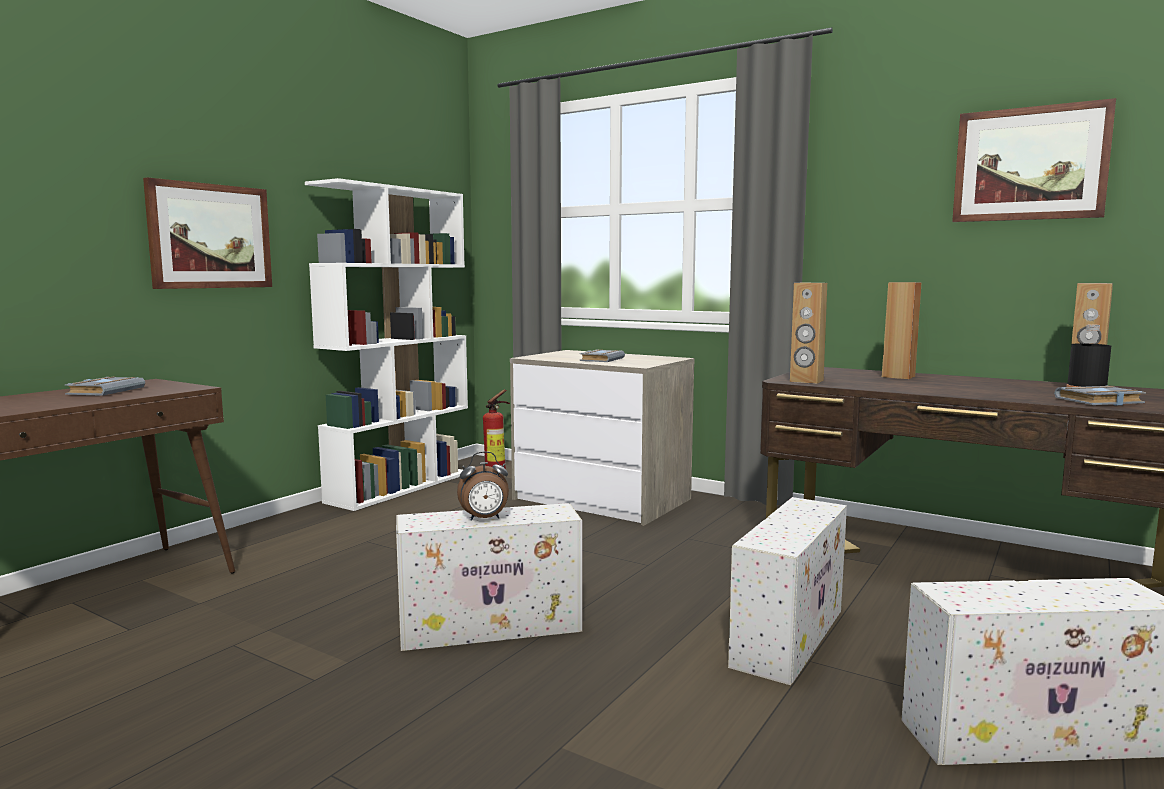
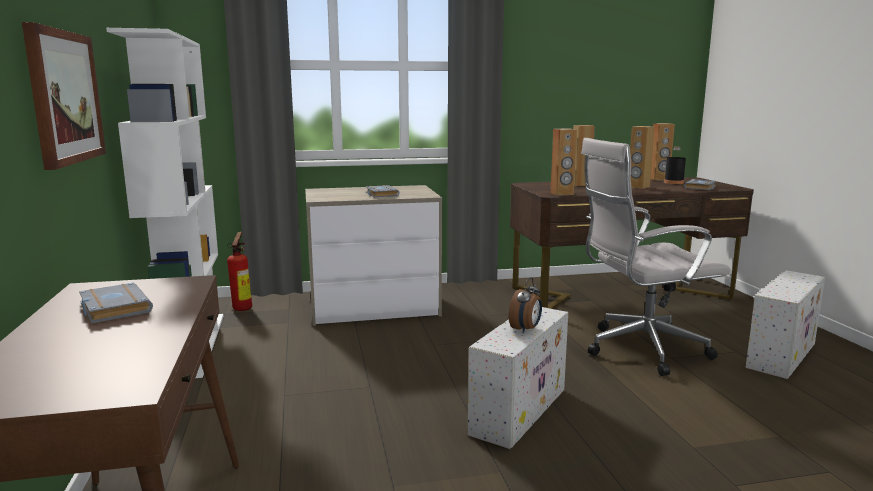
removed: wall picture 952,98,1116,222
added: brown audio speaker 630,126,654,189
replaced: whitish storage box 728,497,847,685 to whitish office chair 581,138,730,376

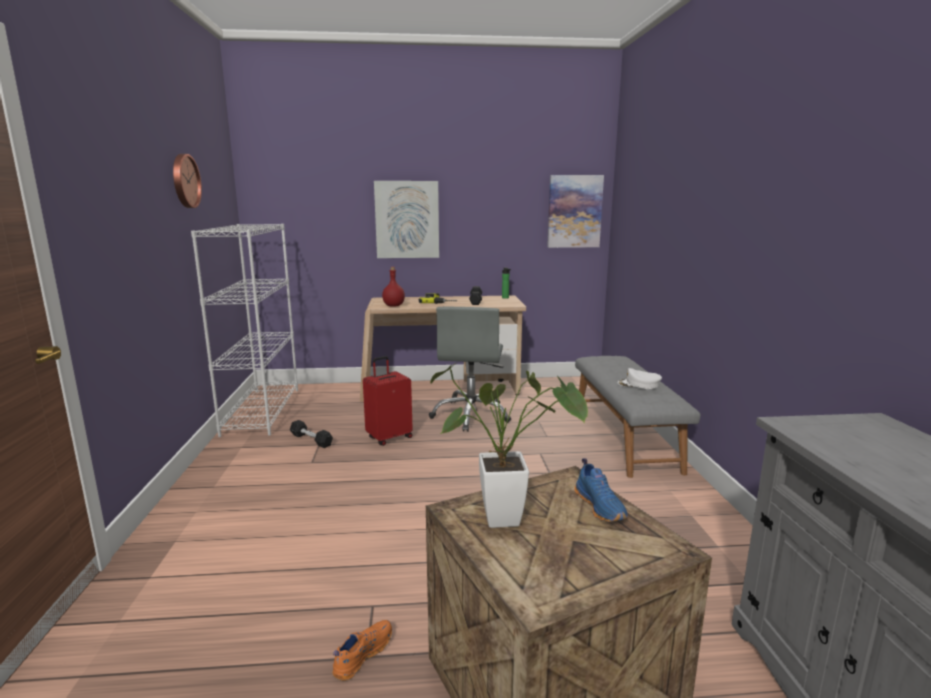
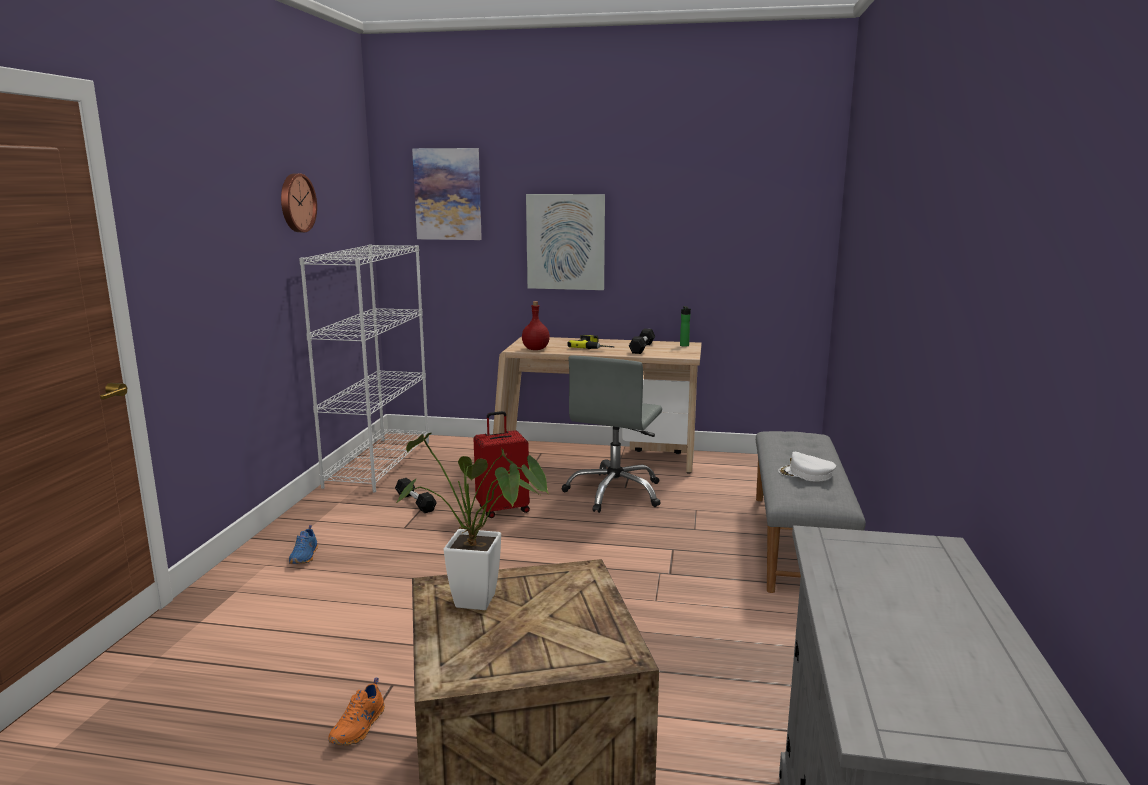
moved: wall picture 547,175,604,248 to 412,148,482,240; blue-coloured low shoe 574,458,628,522 to 289,525,318,564
turned: orange low shoe 332,620,392,681 = 328,677,385,746 150 degrees clockwise

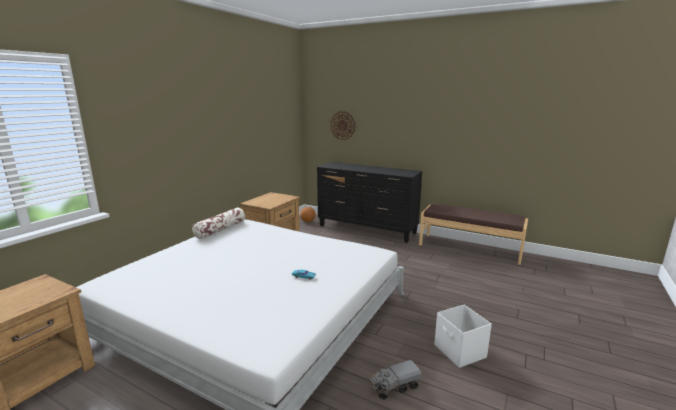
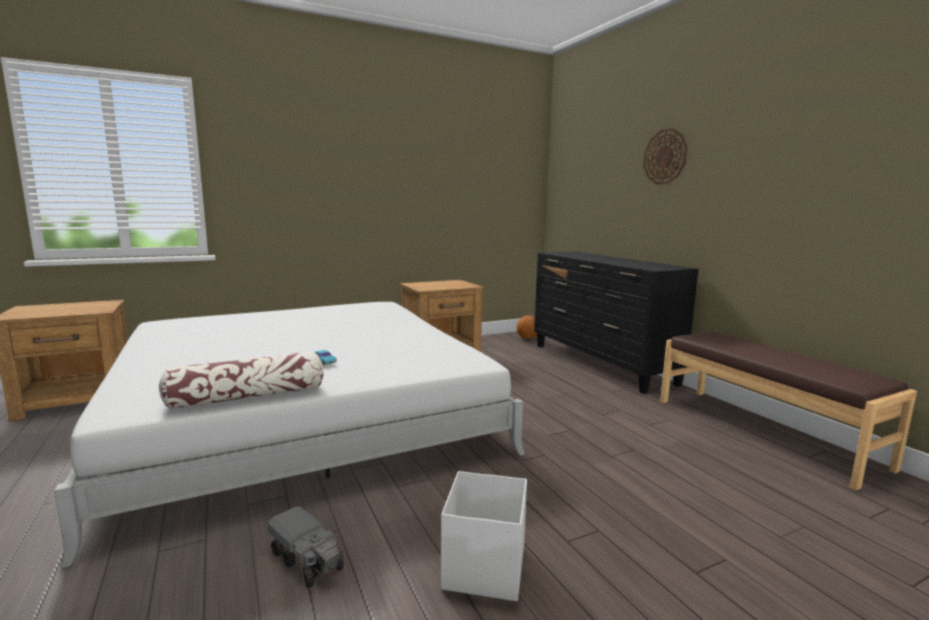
moved: throw pillow 192,208,245,239 to 159,351,324,409; clock on the wall 330,111,355,140 to 643,128,687,185
turned: toy truck 369,360,422,400 = 267,507,344,588 150 degrees counterclockwise

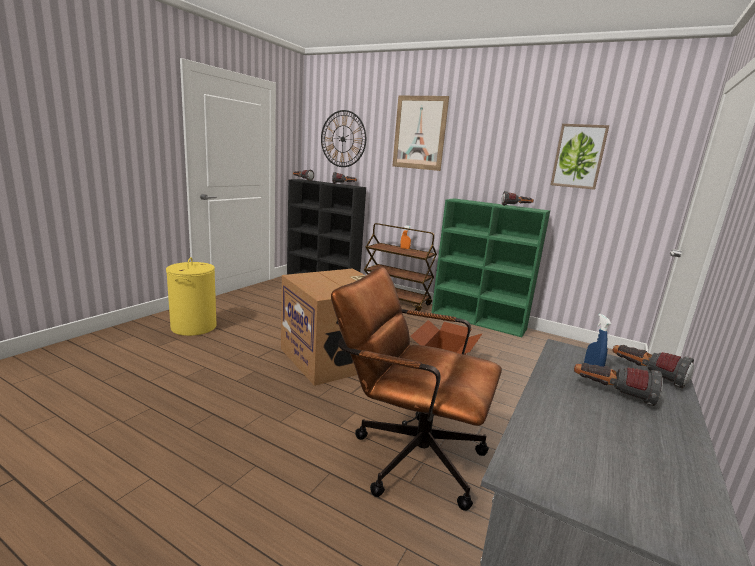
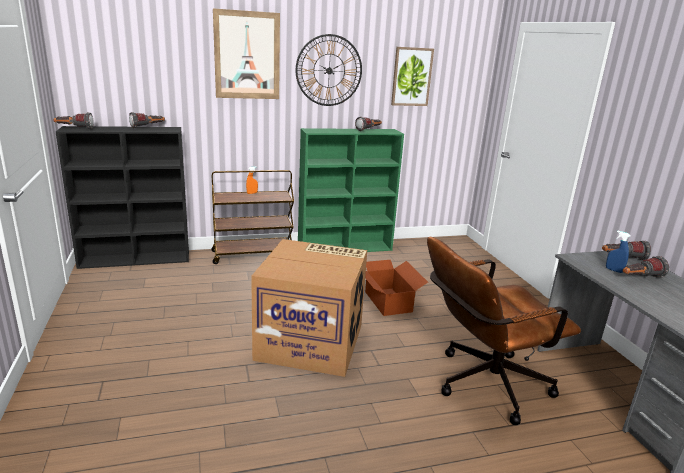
removed: yellow washing basket 166,257,217,336
moved: clock on the wall 321,110,366,167 to 296,34,362,106

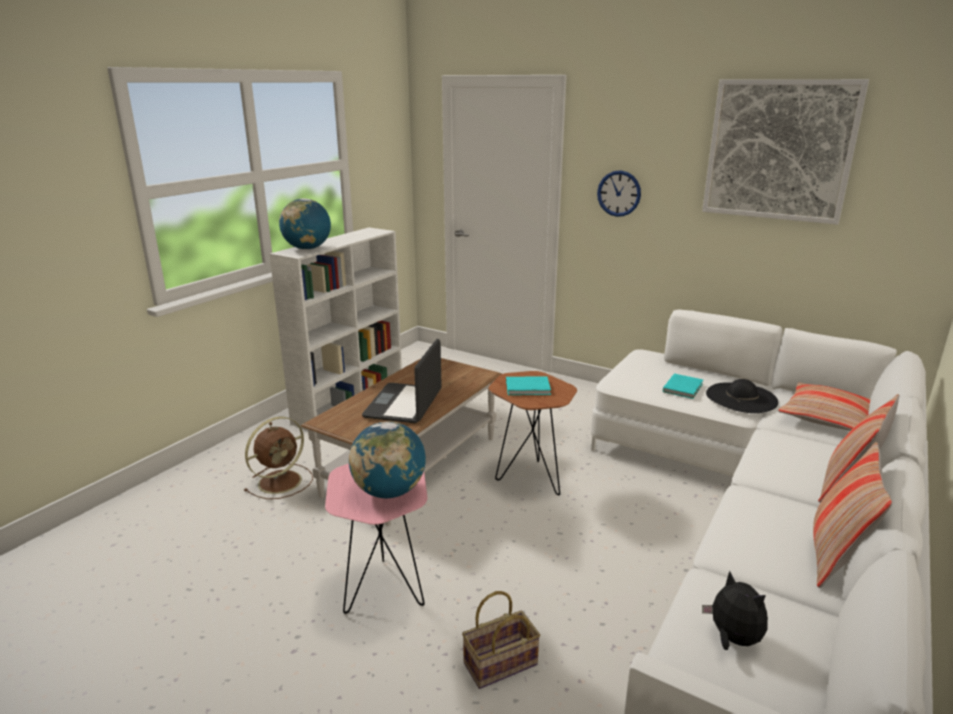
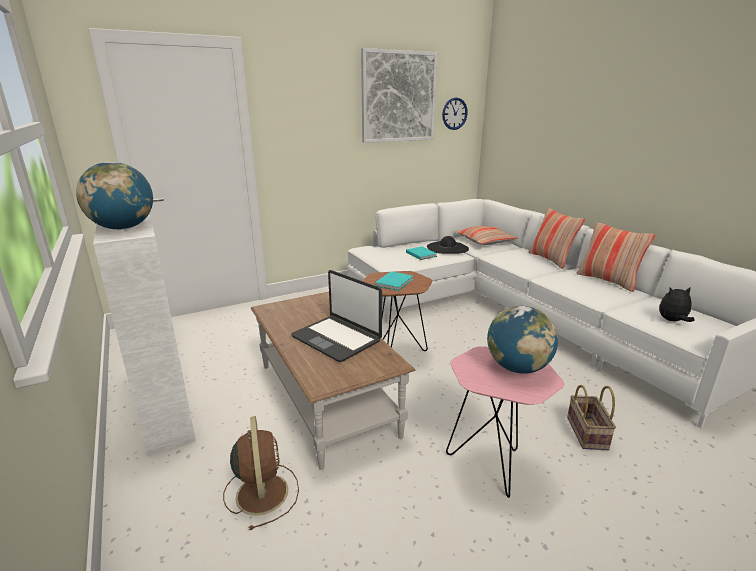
moved: clock on the wall 597,170,641,217 to 442,97,468,130

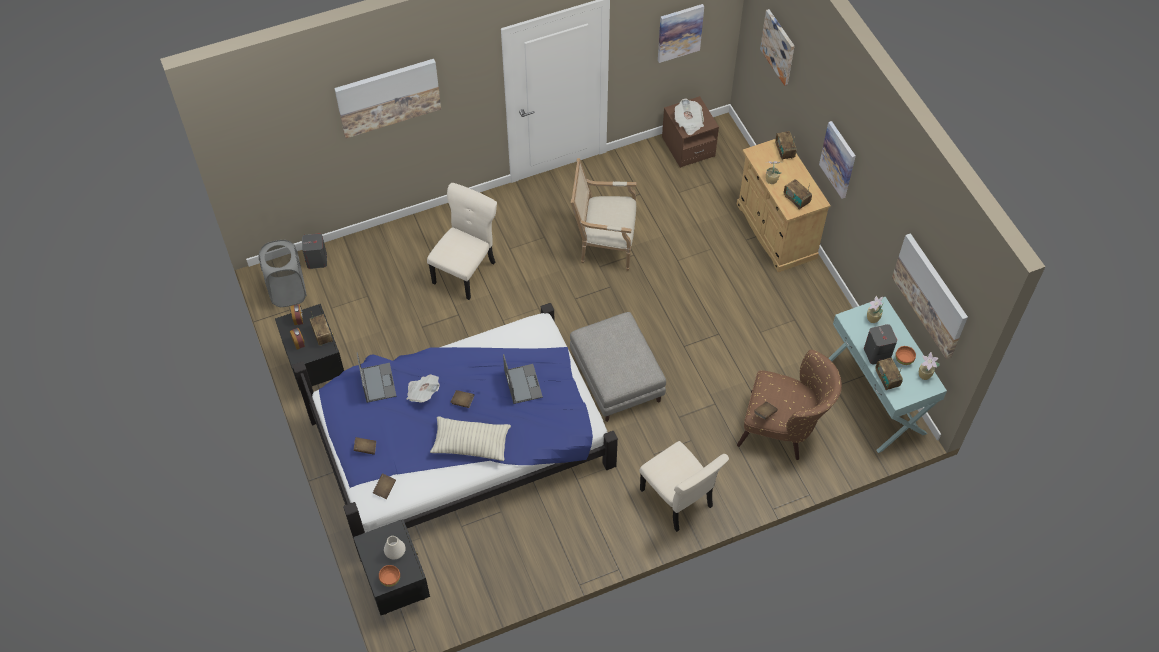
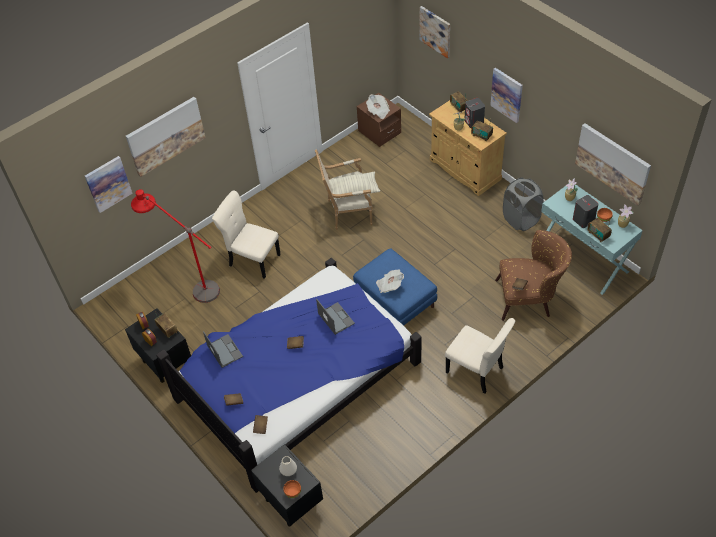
added: red-coloured standard lamp 131,189,220,303
moved: grey washing basket 258,240,307,307 to 503,178,544,231; grey audio speaker 302,233,327,269 to 464,98,485,128; newspaper 406,374,440,403 to 376,269,404,293; throw pillow 430,416,511,461 to 329,172,380,200; wall picture 658,4,704,63 to 85,156,133,213
recoloured: grey footrest 570,312,666,422 to blue-coloured footrest 353,248,437,326
turned: beige-coloured upright chair 427,183,497,300 = 212,190,281,279 75 degrees counterclockwise

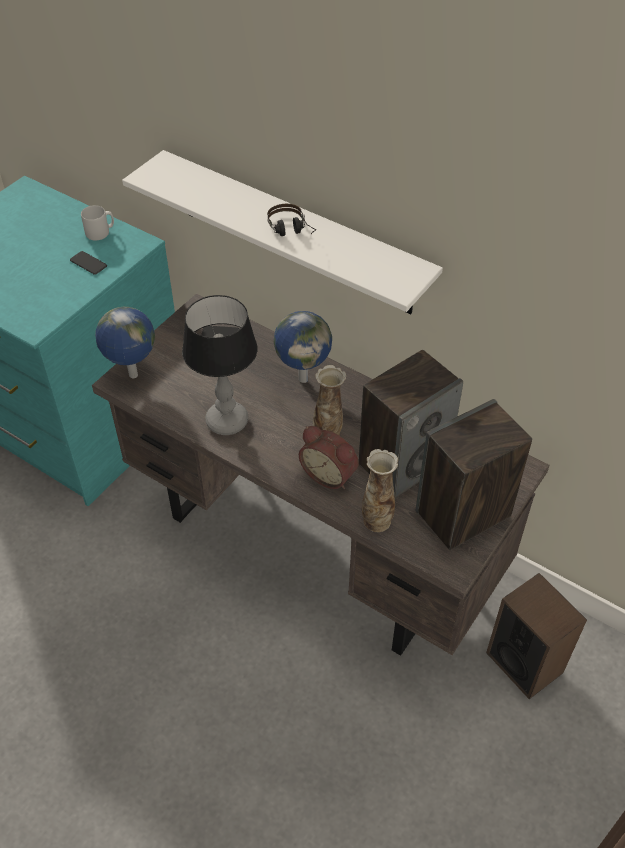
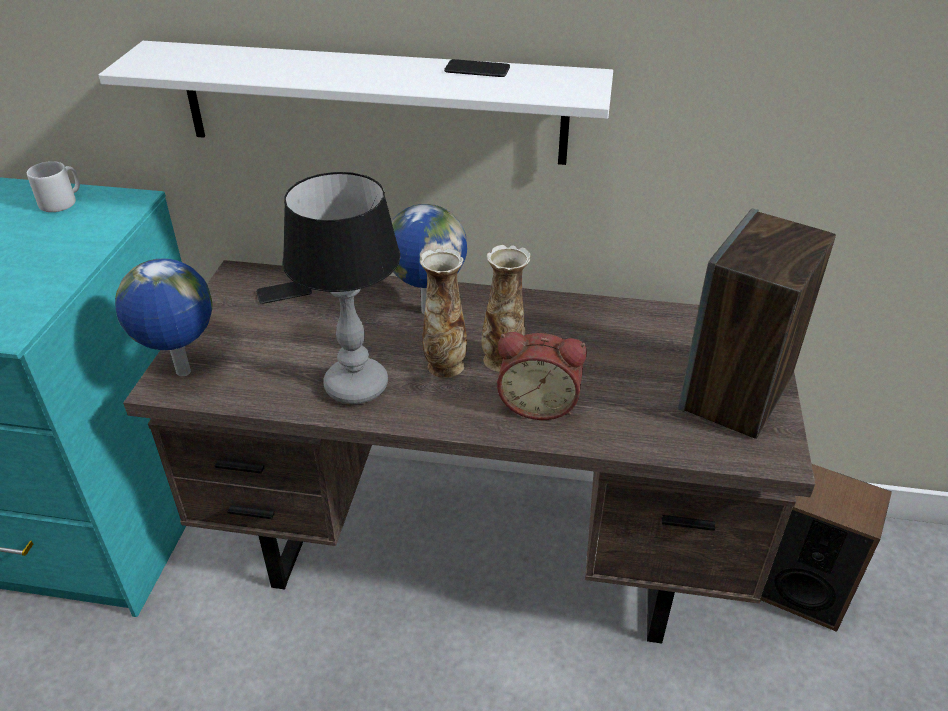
removed: headphones 267,204,316,236; audio speaker 359,350,463,498
moved: phone 70,251,107,275 to 444,59,510,77; decorative vase 362,449,398,532 to 420,249,467,378

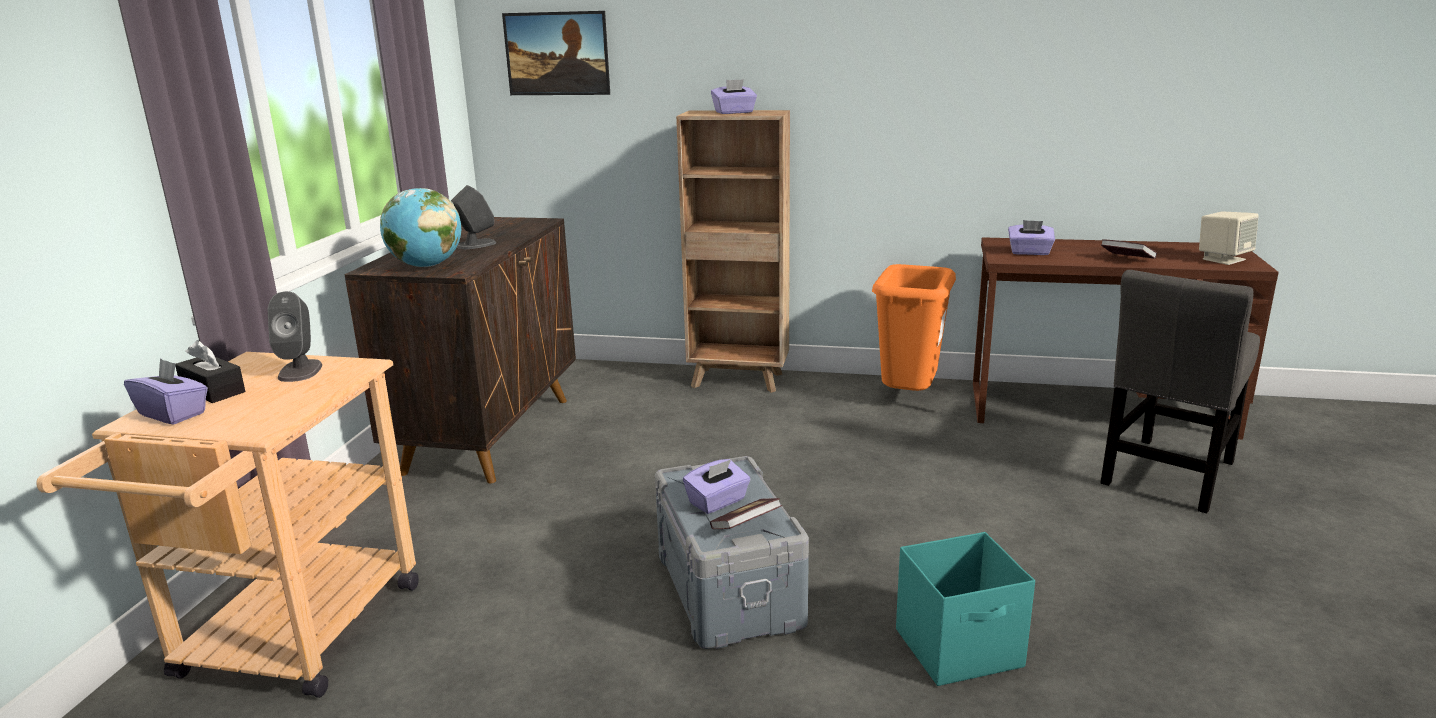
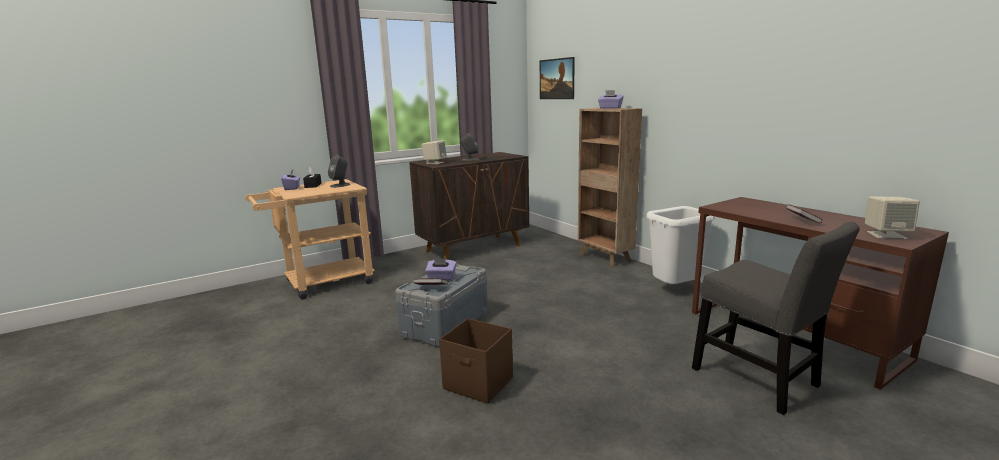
removed: purplish box of tissues 1008,220,1055,255
replaced: globe 380,188,461,267 to beige-coloured audio speaker 422,140,447,164
recoloured: orange trash can 872,264,956,391 to whitish trash can 646,206,715,284; turquoise storage box 896,532,1035,686 to brown storage box 439,318,513,404
turned: grey upright chair 1100,270,1260,513 = 692,222,860,415 120 degrees counterclockwise

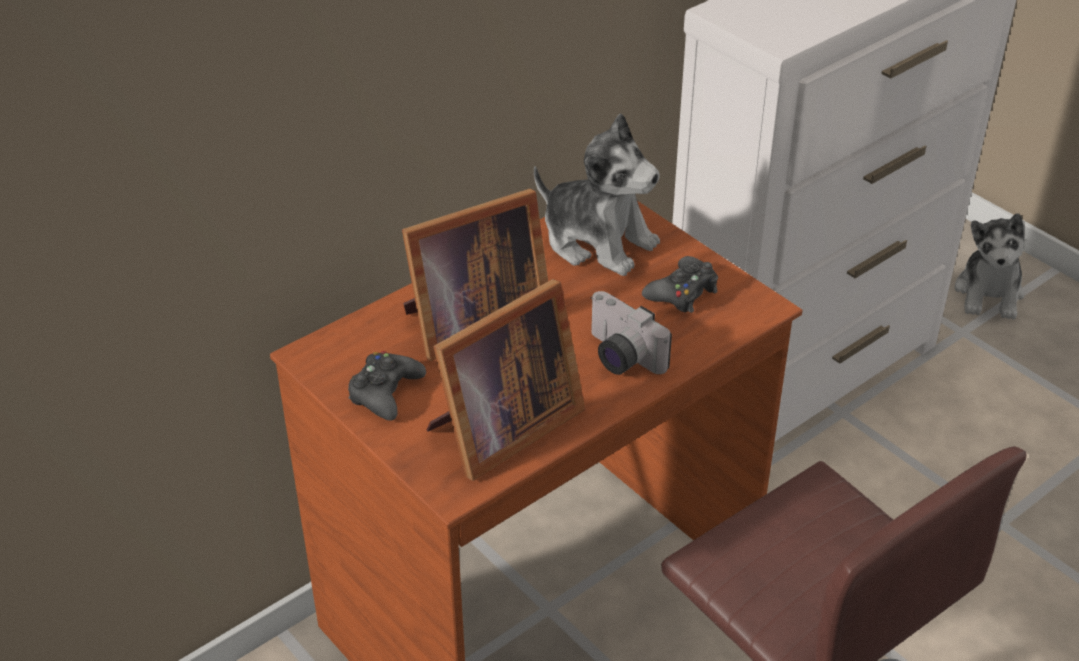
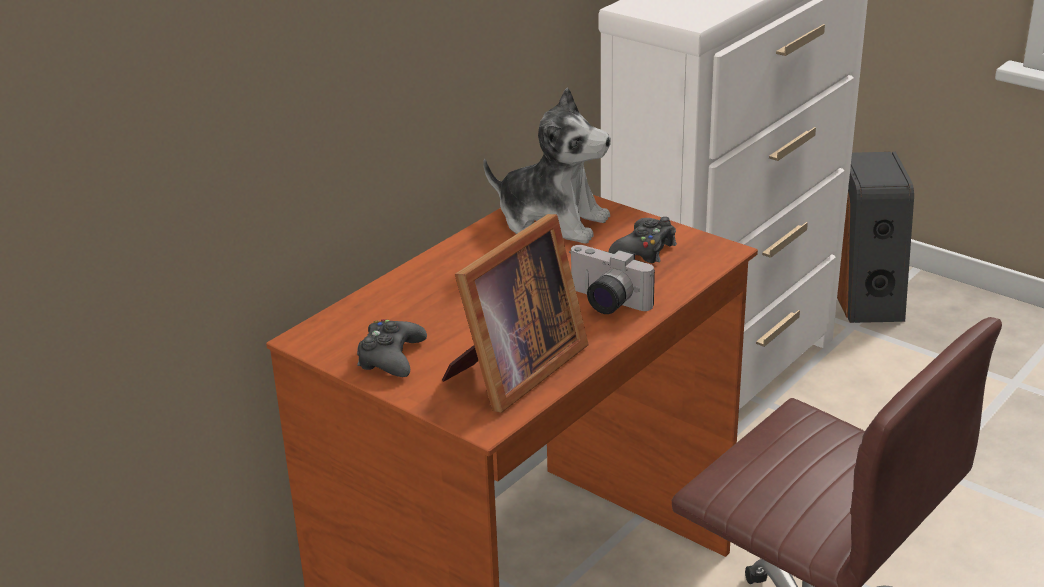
removed: standing frame 402,188,548,361
replaced: soft toy 955,213,1024,320 to audio speaker 837,152,914,323

